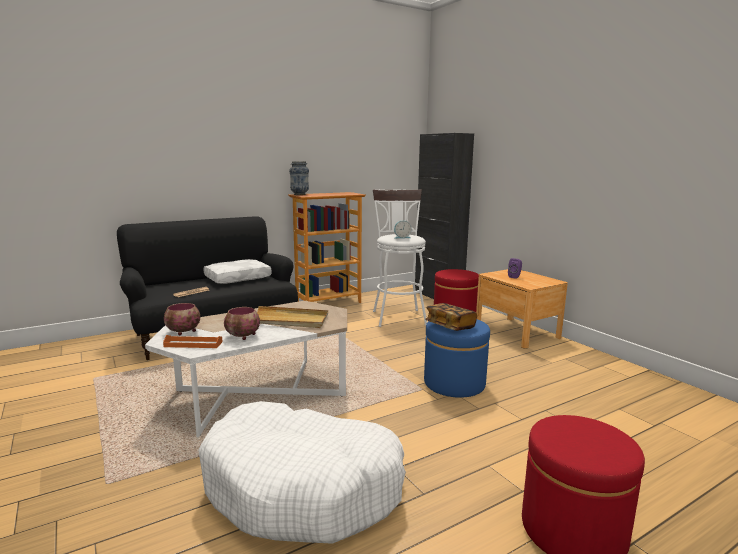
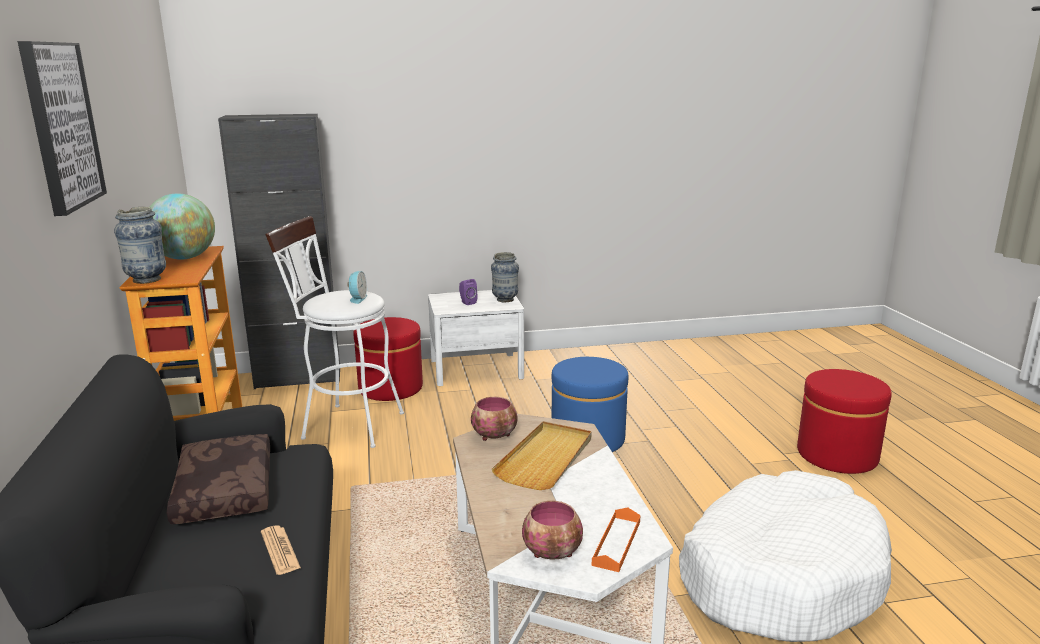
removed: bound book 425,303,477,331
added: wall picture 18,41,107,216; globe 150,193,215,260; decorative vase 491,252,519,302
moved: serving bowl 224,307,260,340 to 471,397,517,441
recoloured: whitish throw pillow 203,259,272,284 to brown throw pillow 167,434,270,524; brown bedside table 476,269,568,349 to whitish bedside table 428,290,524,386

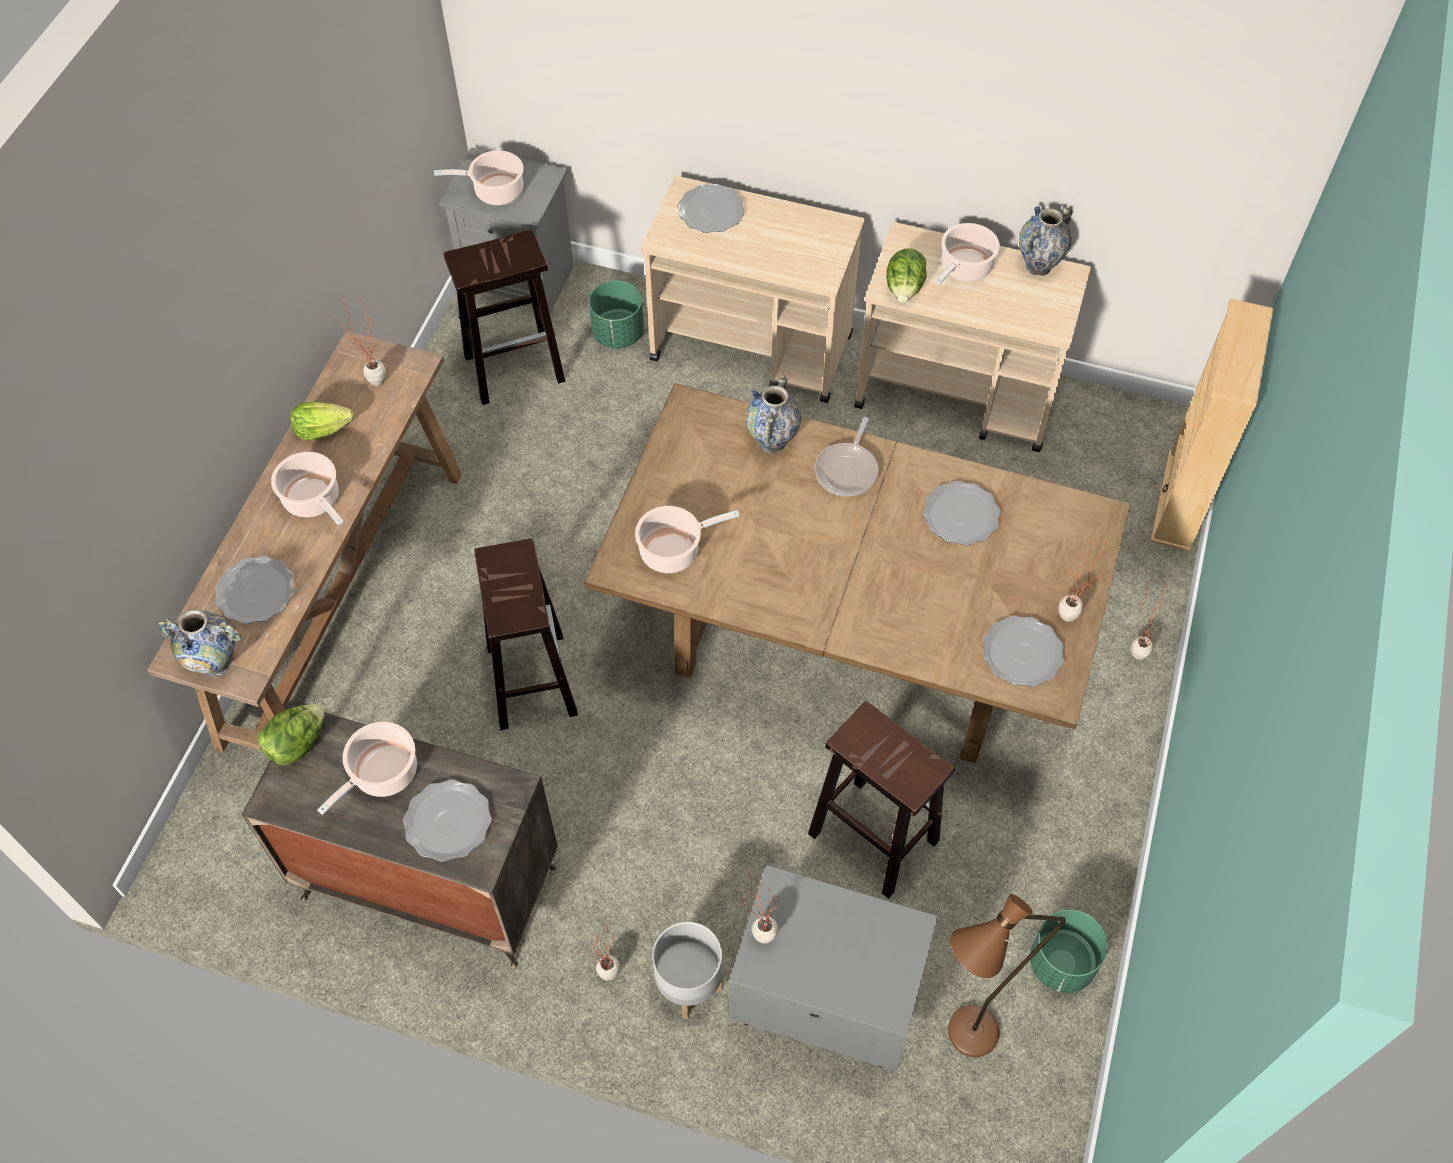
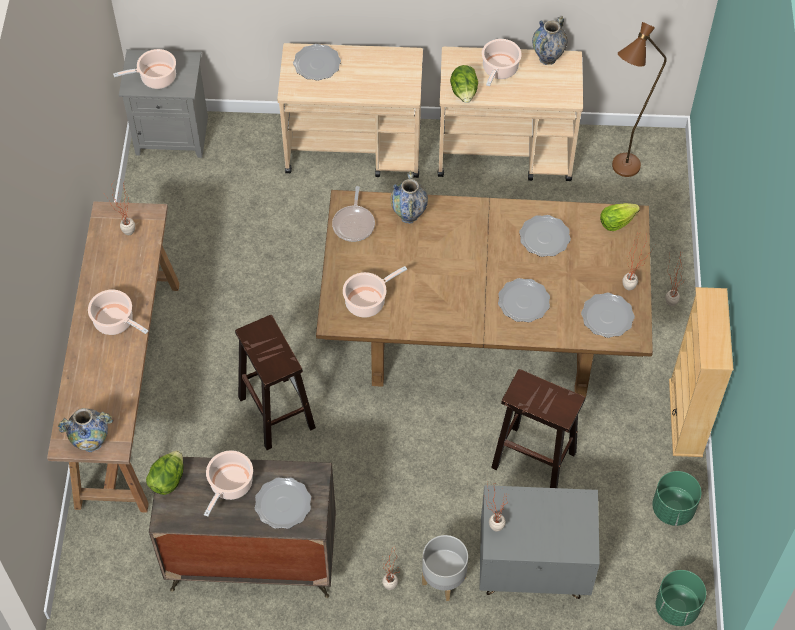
removed: brown stool seat 443,229,565,405
moved: flat dish 215,556,295,624 to 498,278,550,322; lettuce 290,402,354,440 to 600,203,640,231; green planter 589,280,644,348 to 655,570,706,626; frying pan 815,417,878,496 to 332,186,375,242; brown standard lamp 948,894,1065,1057 to 612,22,667,177; beige-coloured bookshelf 1150,298,1274,552 to 669,287,733,457

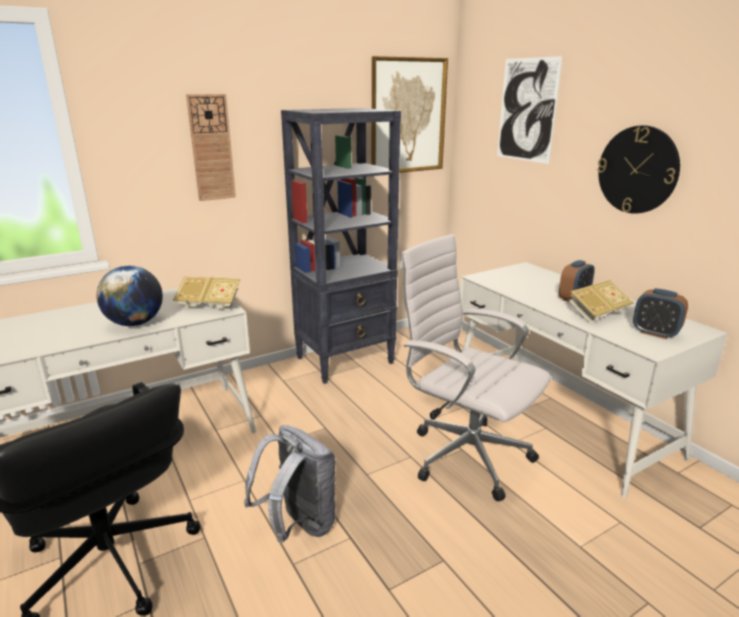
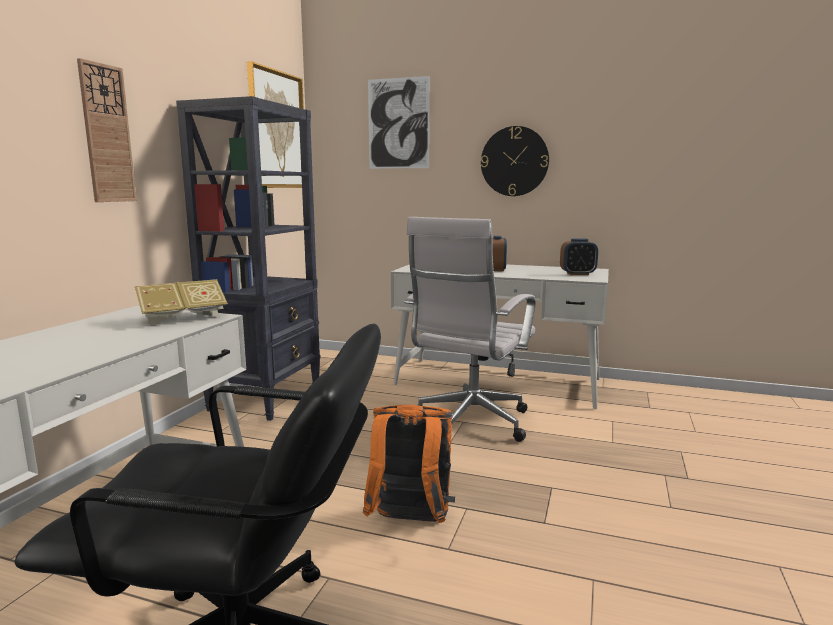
removed: globe 96,266,163,326; bound book 568,280,634,323
recoloured: grey knapsack 244,425,336,543 to orange knapsack 363,405,455,523
turned: whitish office chair 400,234,551,502 = 404,217,536,442 60 degrees counterclockwise

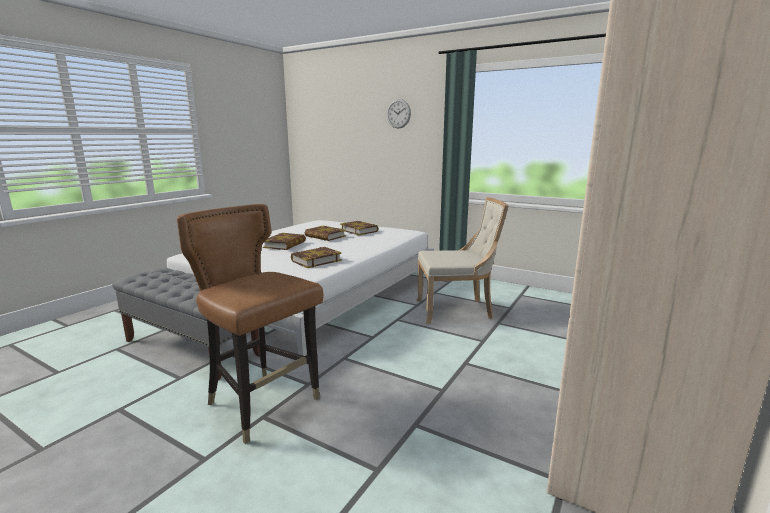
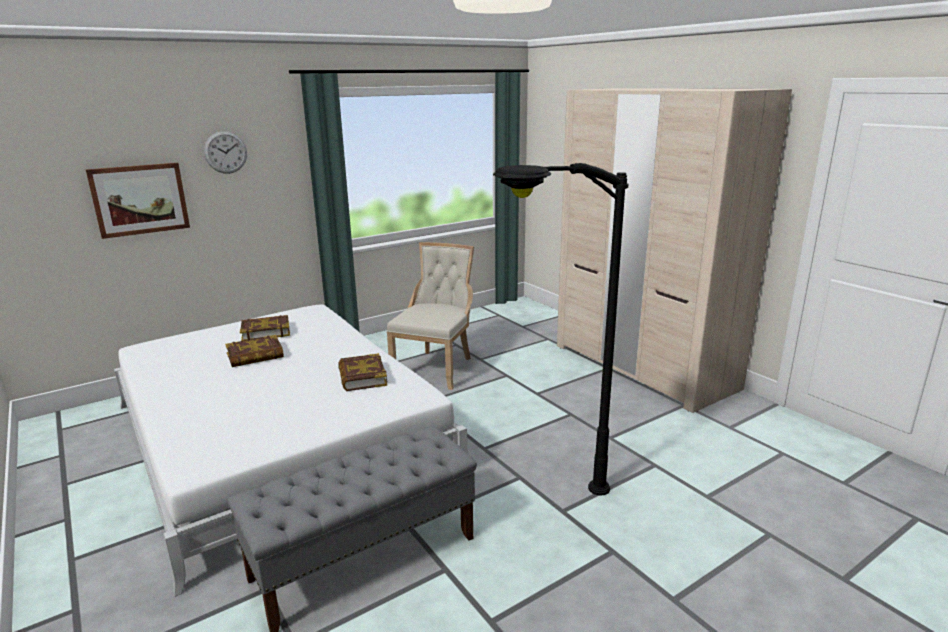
removed: bound book 263,233,306,250
added: wall picture 86,163,190,239
replaced: brown upright chair 177,204,324,444 to black standard lamp 493,163,629,496

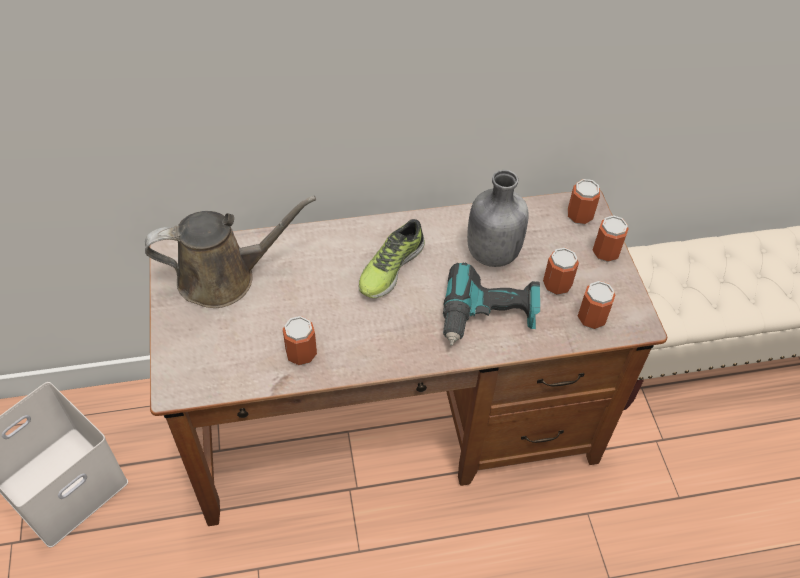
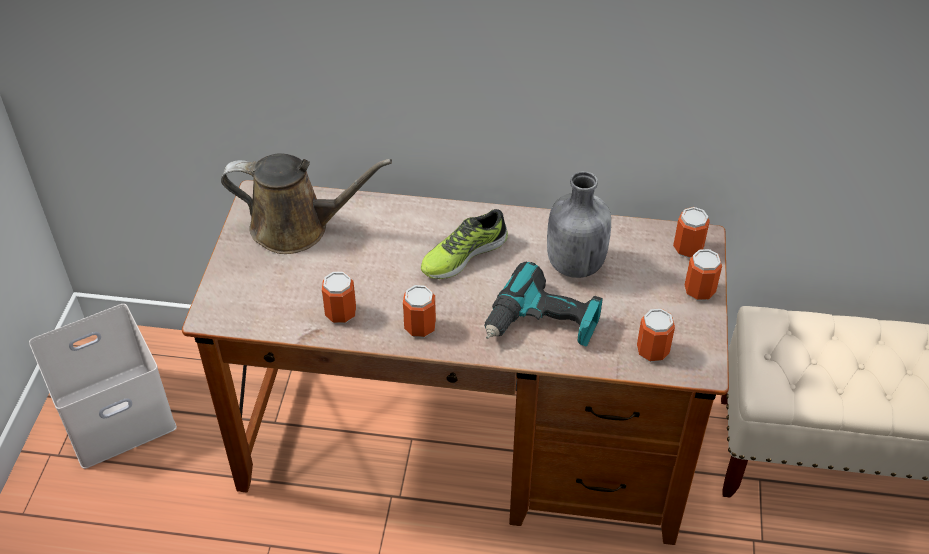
moved: metal can 543,248,579,295 to 403,285,436,338

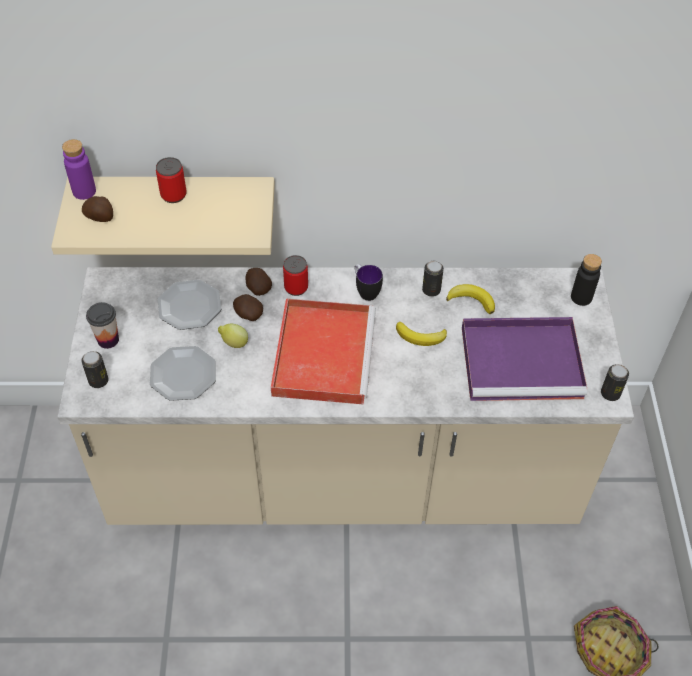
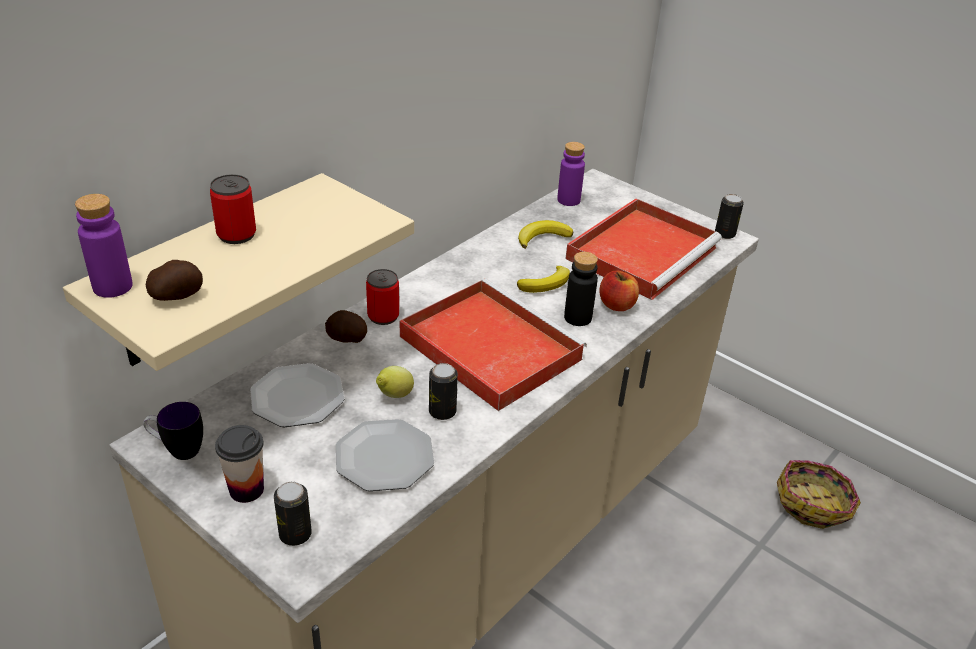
removed: spud 233,294,263,321
added: purplish beverage bottle 557,142,585,206; apple 599,271,639,311
moved: tea mug 355,264,383,301 to 143,402,203,460; metal can 422,261,444,297 to 429,363,458,420; black beverage bottle 571,254,602,306 to 564,252,598,326
recoloured: purplish carrying tray 462,317,587,401 to red-coloured carrying tray 565,199,722,300

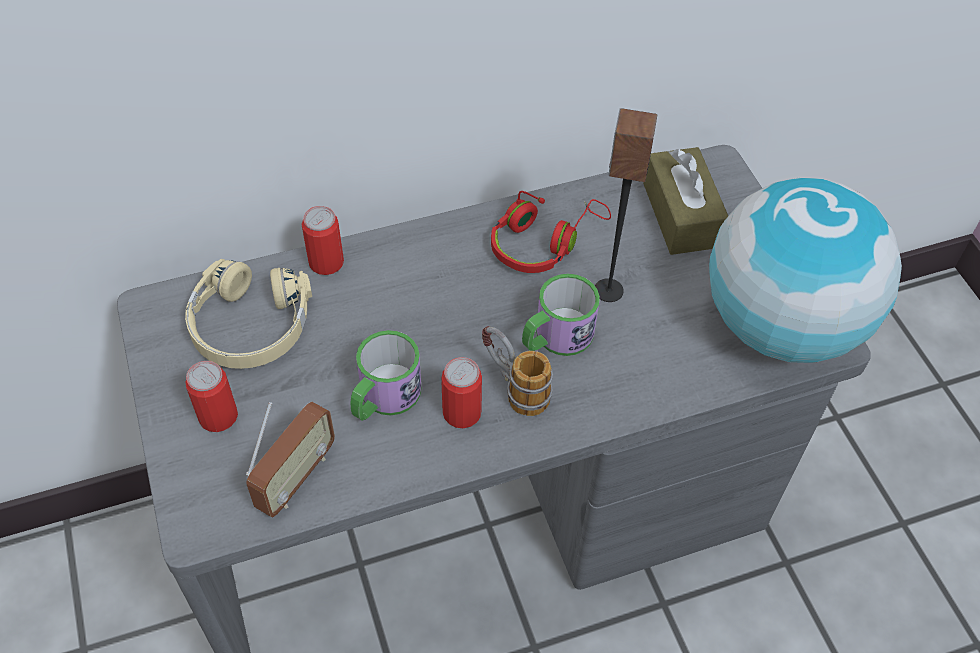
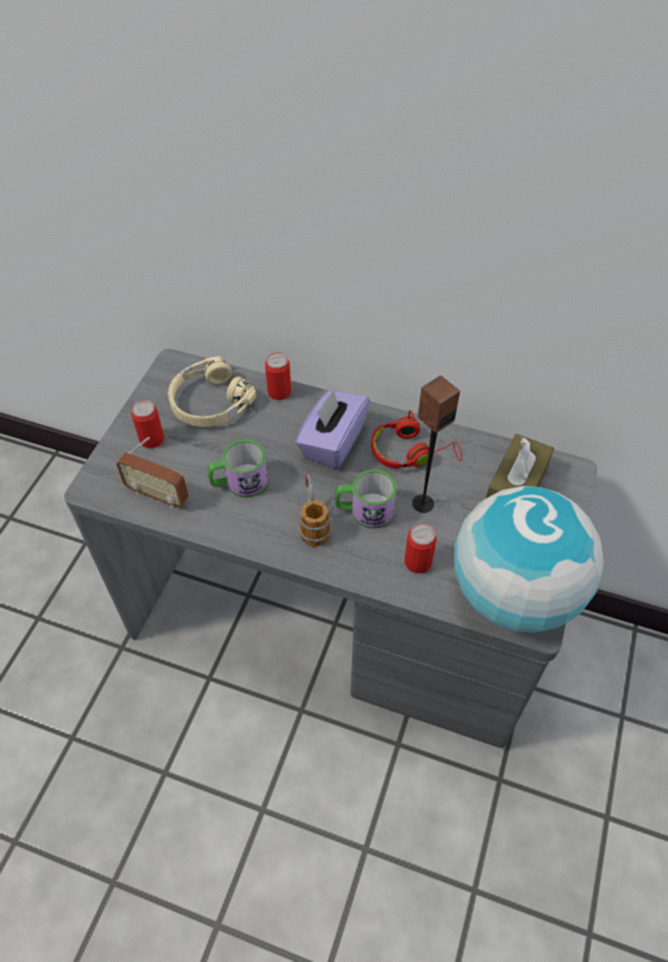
added: purplish box of tissues 295,389,370,469
moved: metal can 441,357,482,428 to 404,523,437,573
turned: radio set 246,401,335,517 = 116,437,189,508 45 degrees clockwise

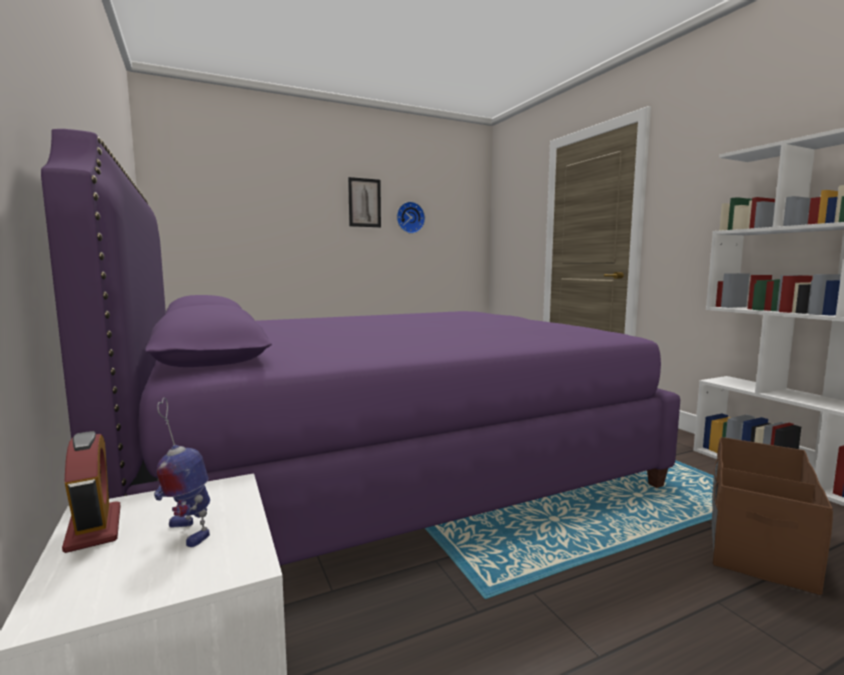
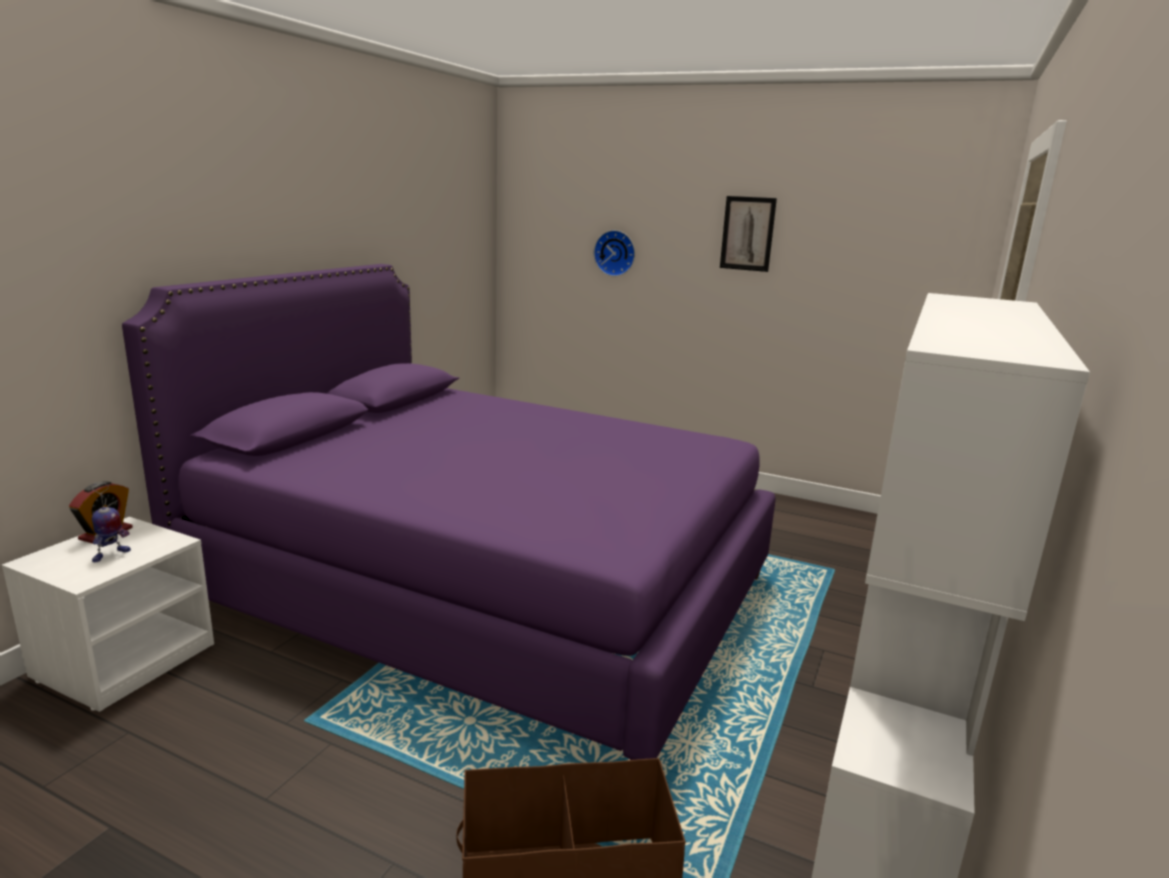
moved: clock on the wall 397,201,425,234 to 594,230,635,276
turned: toy robot 154,398,210,547 = 90,483,131,562 150 degrees counterclockwise

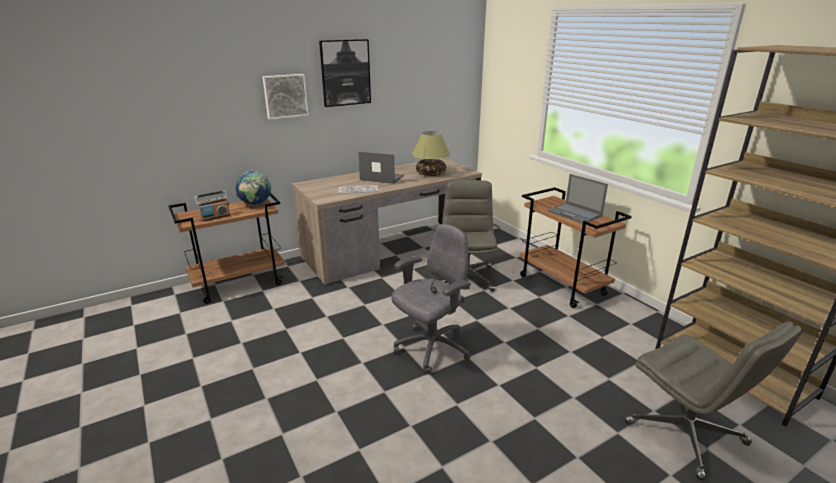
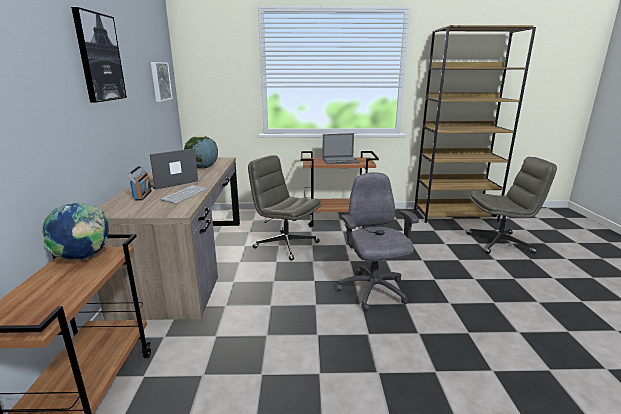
moved: radio set 194,191,230,222 to 127,166,152,201; wall picture 262,74,309,120 to 151,62,173,102
replaced: lamp for a table 412,131,450,176 to globe 184,135,218,168

